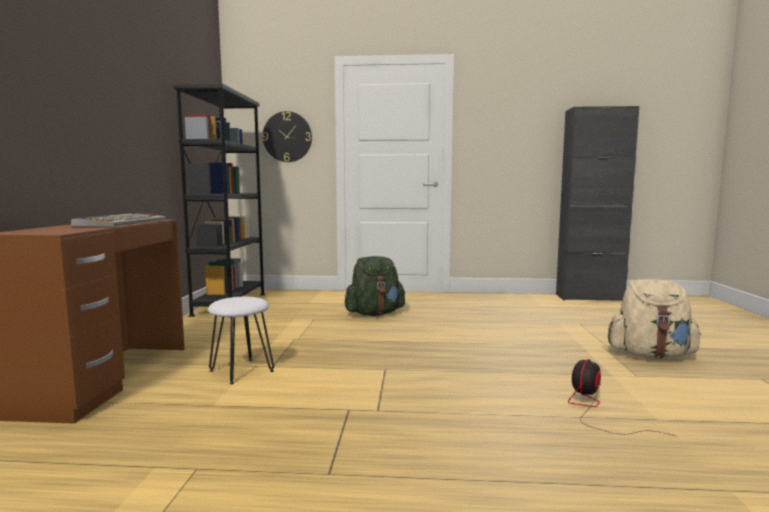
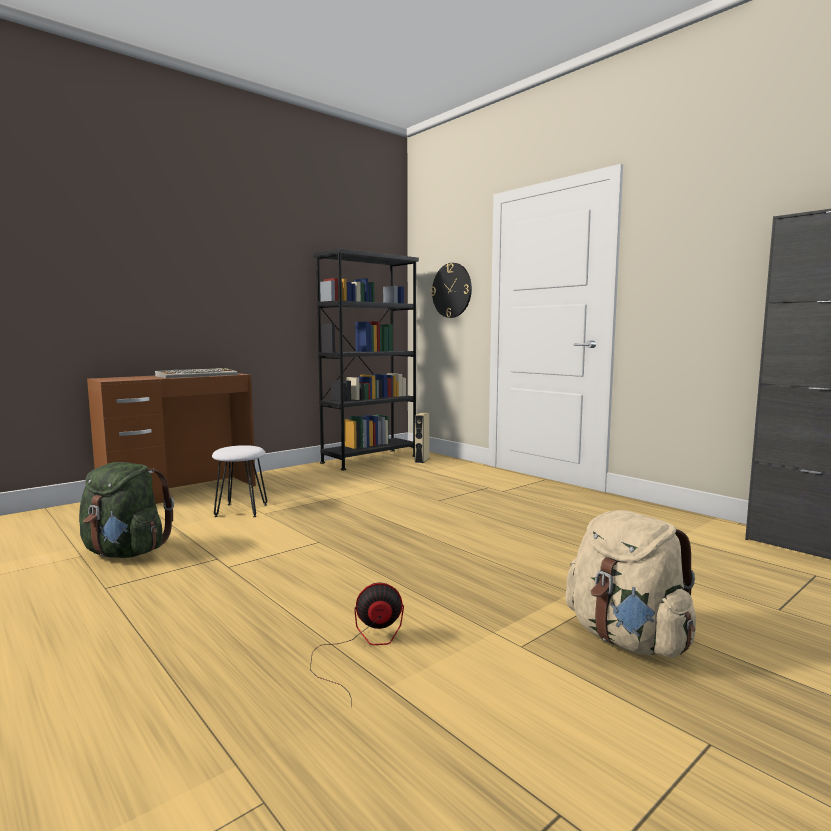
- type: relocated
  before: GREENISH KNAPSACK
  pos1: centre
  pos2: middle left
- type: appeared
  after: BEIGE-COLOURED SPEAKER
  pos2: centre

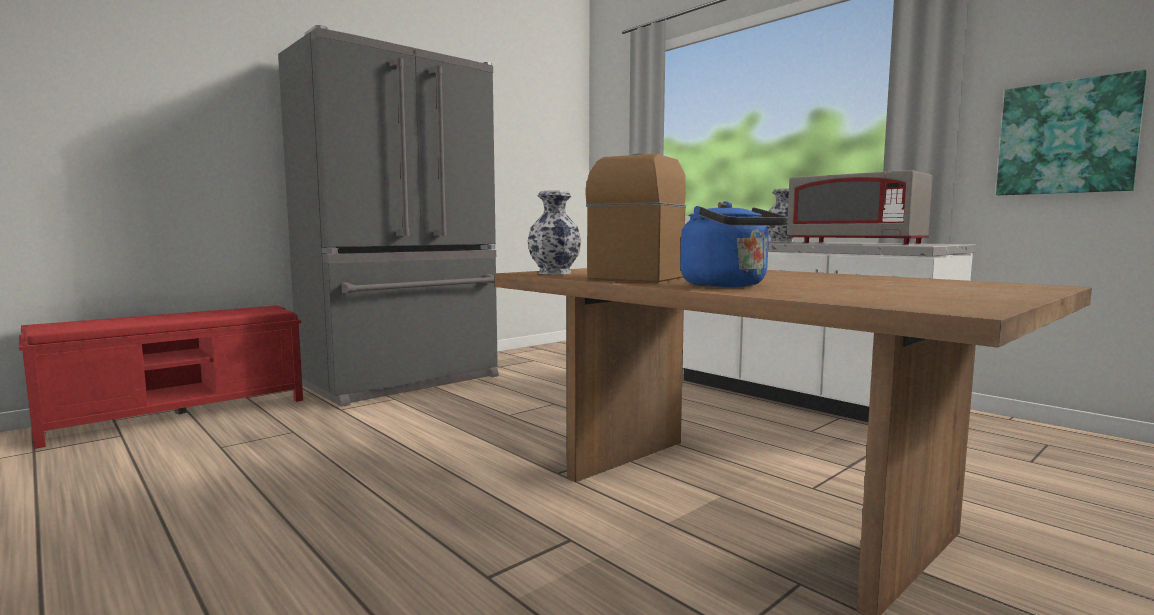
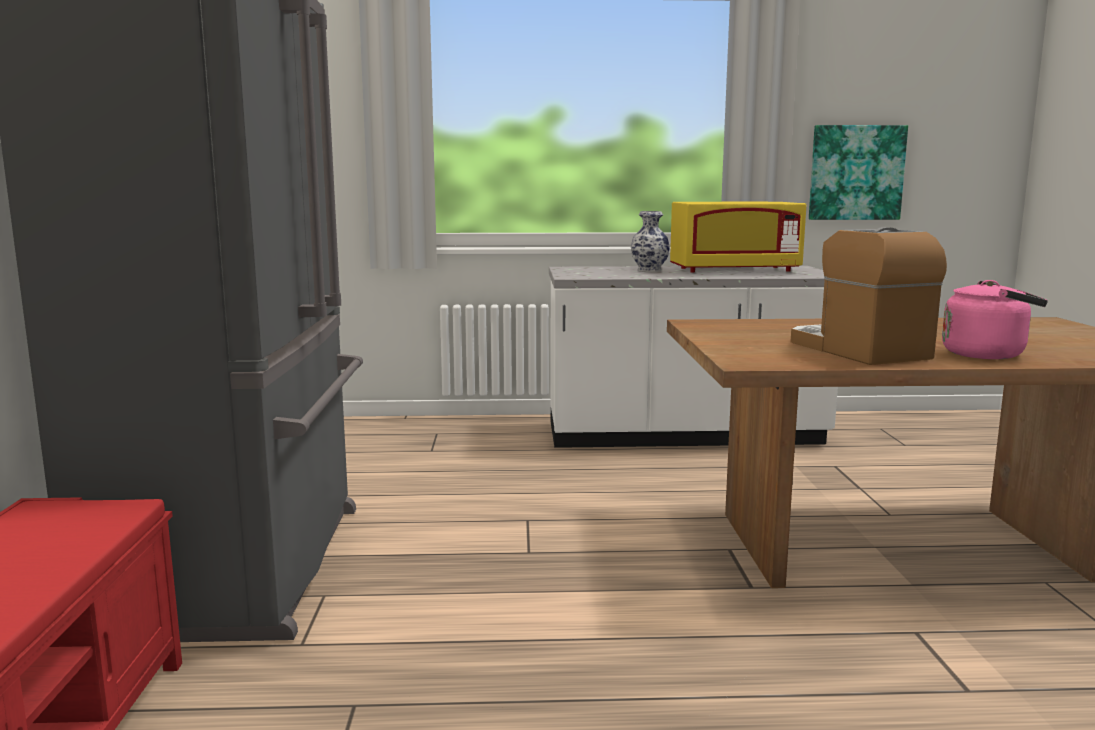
- type: colour
  before: GREY MICROWAVE
  after: YELLOW-COLOURED MICROWAVE
  pos1: middle right
  pos2: top right
- type: missing
  before: FLOWER VASE (no. 1 from left)
  pos1: centre
- type: colour
  before: BLUE-COLOURED TEA KETTLE
  after: PINK-COLOURED TEA KETTLE
  pos1: centre
  pos2: middle right

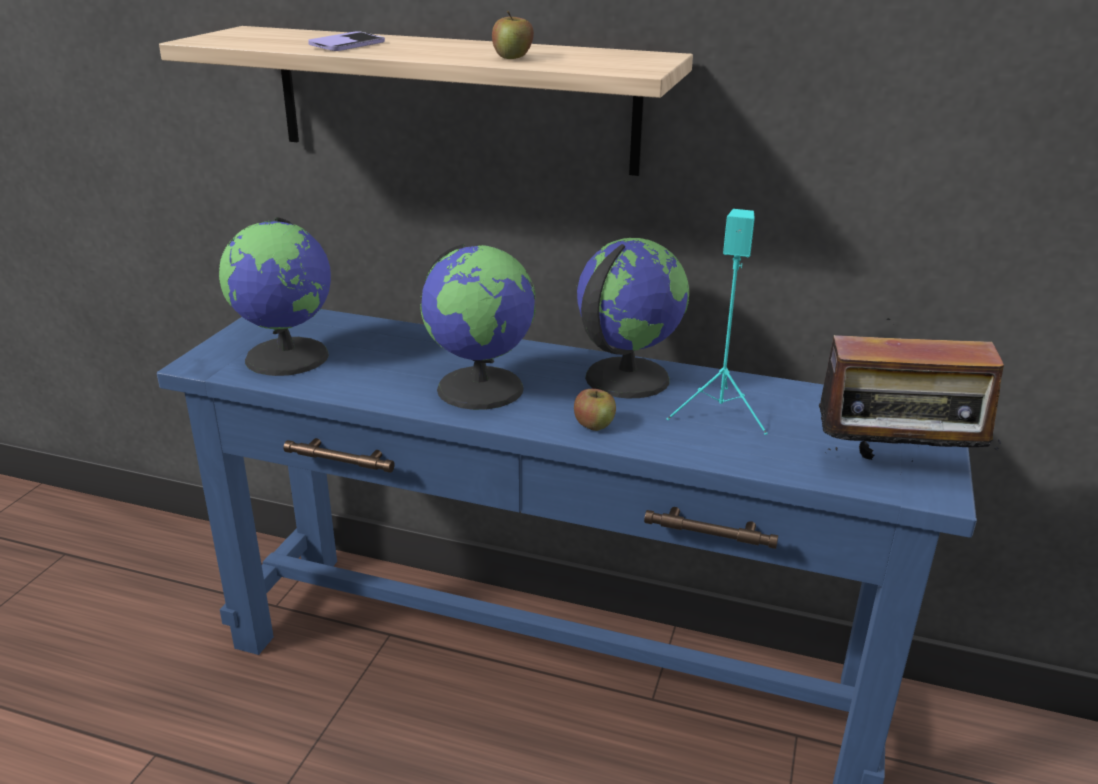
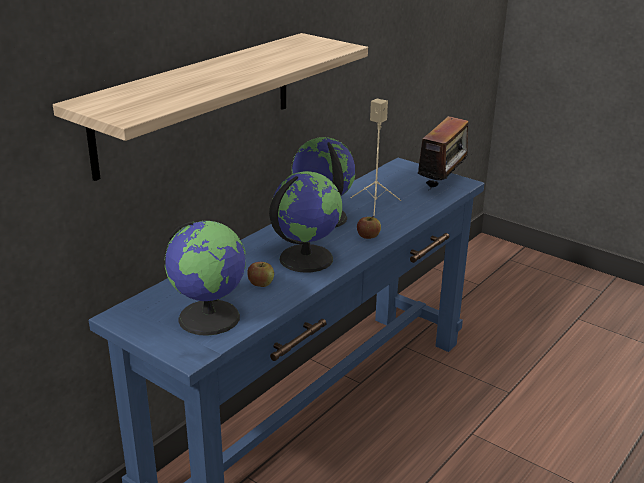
- type: relocated
  before: APPLE (no. 1 from left)
  pos1: top centre
  pos2: centre
- type: missing
  before: PHONE
  pos1: top left
- type: colour
  before: BLUE-GREEN SPEAKER
  after: BEIGE-COLOURED SPEAKER
  pos1: centre
  pos2: top centre

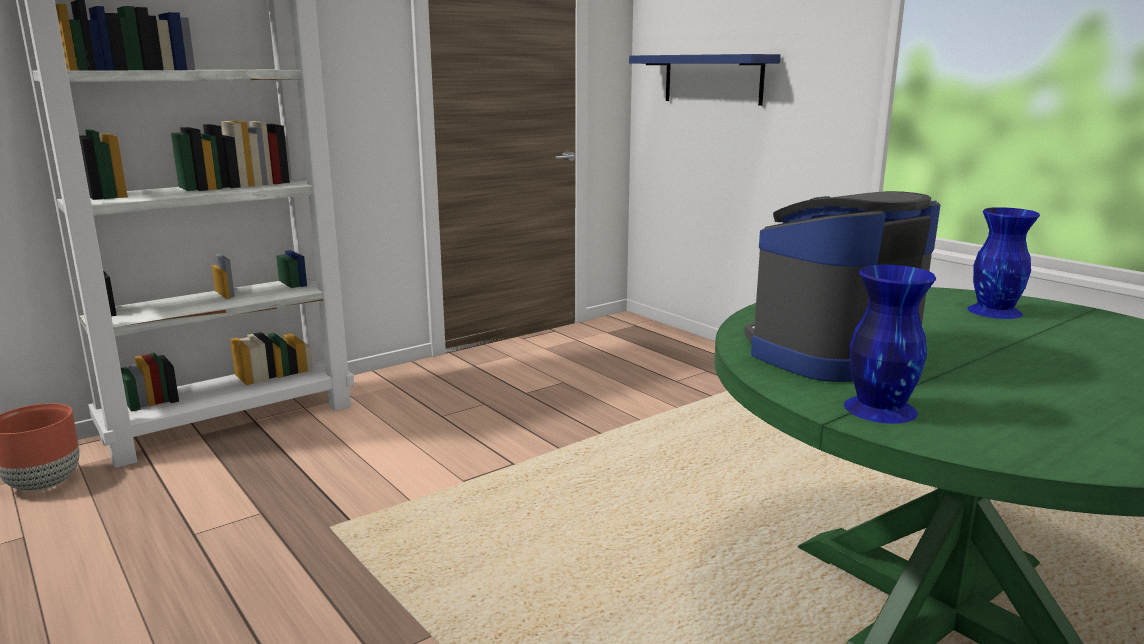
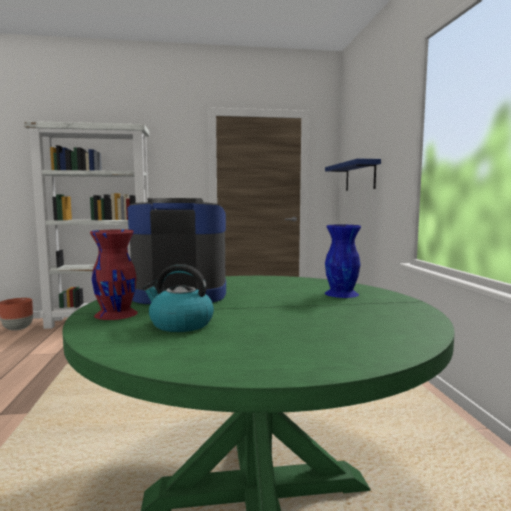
- type: colour
  before: BLUE-COLOURED FLOWER VASE (no. 1 from left)
  after: RED FLOWER VASE
  pos1: middle right
  pos2: middle left
- type: appeared
  after: TEA KETTLE
  pos2: centre

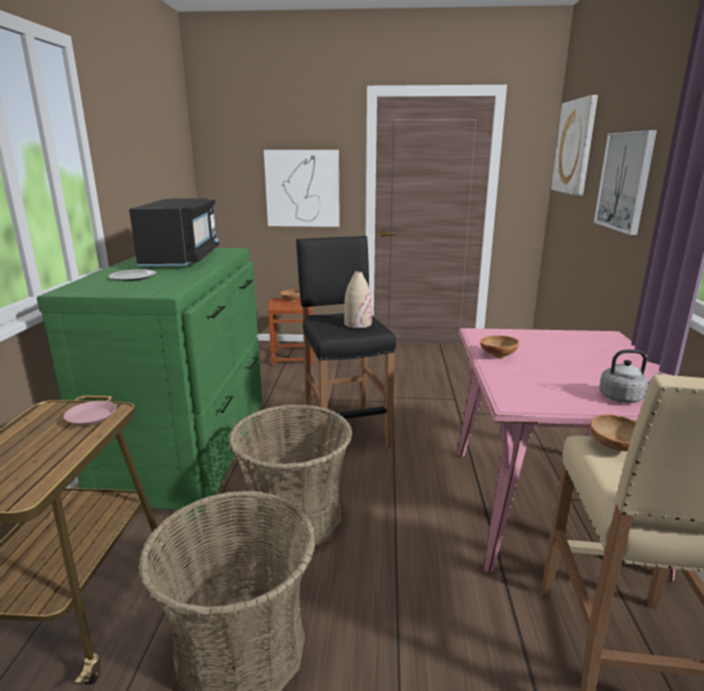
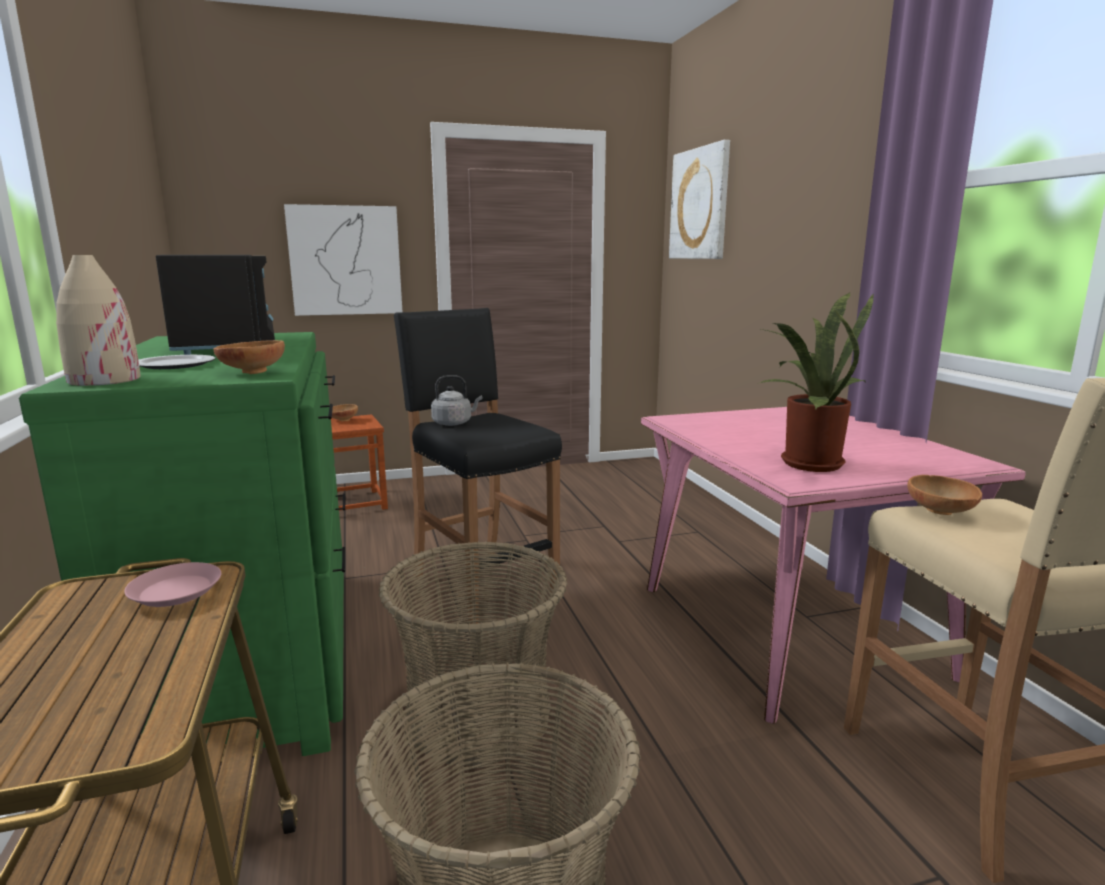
- type: missing
  before: WALL PICTURE (no. 3 from left)
  pos1: top right
- type: relocated
  before: BEIGE-COLOURED FLOWER VASE
  pos1: centre
  pos2: middle left
- type: relocated
  before: BROWN-COLOURED SERVING BOWL (no. 2 from left in the first image)
  after: BROWN-COLOURED SERVING BOWL (no. 1 from left)
  pos1: middle right
  pos2: middle left
- type: relocated
  before: GREY TEA KETTLE
  pos1: middle right
  pos2: centre
- type: appeared
  after: POTTED PLANT
  pos2: middle right

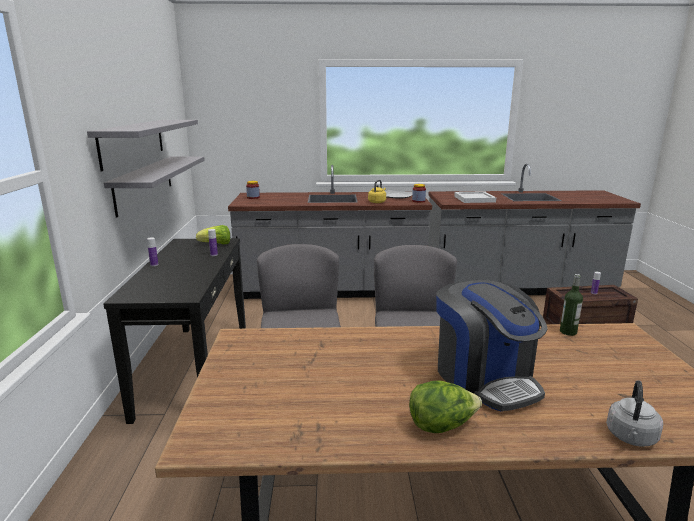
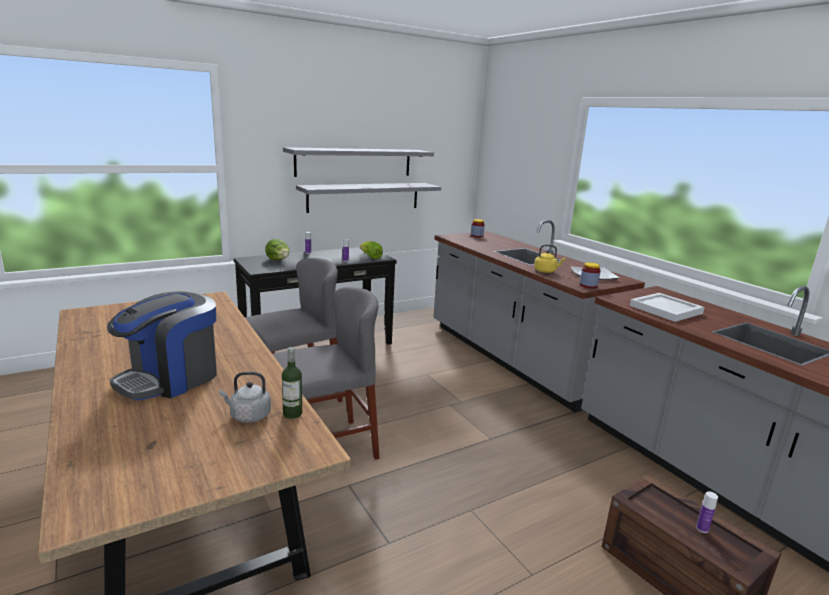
- type: relocated
  before: GREY TEA KETTLE
  pos1: bottom right
  pos2: bottom left
- type: relocated
  before: LETTUCE HEAD (no. 2 from left in the first image)
  after: LETTUCE HEAD (no. 1 from left)
  pos1: bottom centre
  pos2: centre

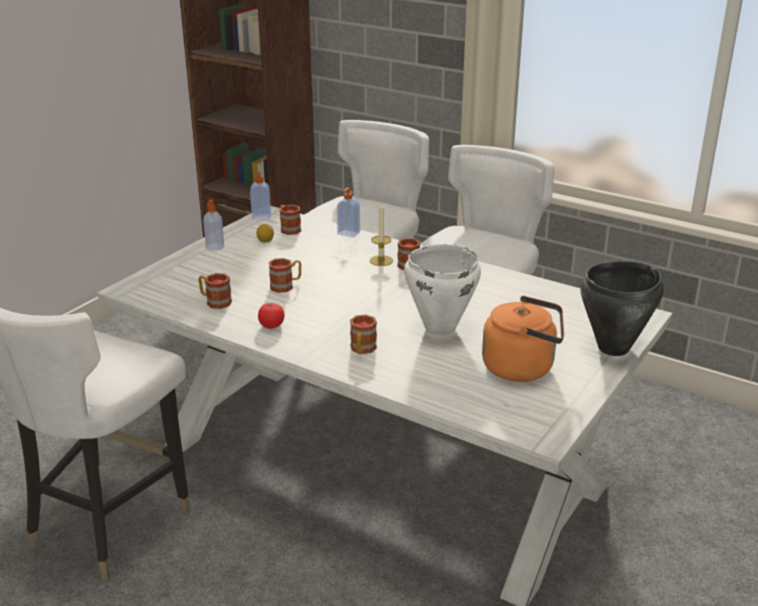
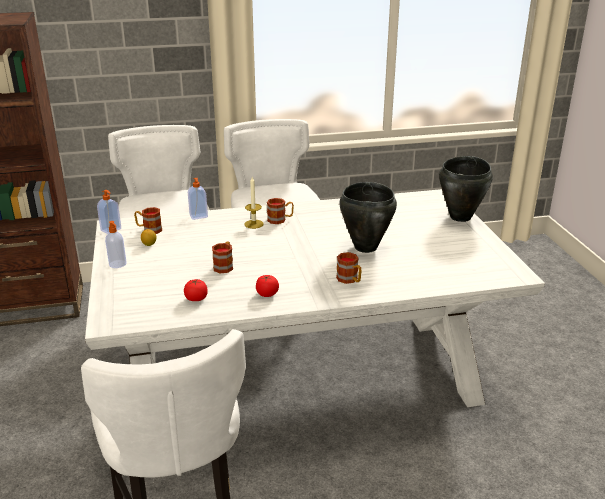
- type: colour
  before: WHITE COOKING POT
  after: BLACK-COLOURED COOKING POT (no. 1 from left)
  pos1: centre
  pos2: centre
- type: exchanged
  before: MUG (no. 1 from left)
  after: TOMATO (no. 1 from left)
  pos1: middle left
  pos2: middle left
- type: missing
  before: ORANGE TEA KETTLE
  pos1: middle right

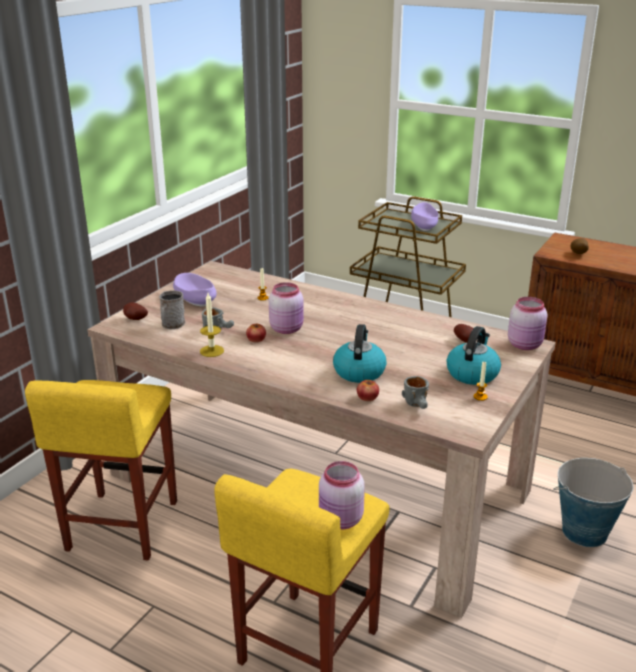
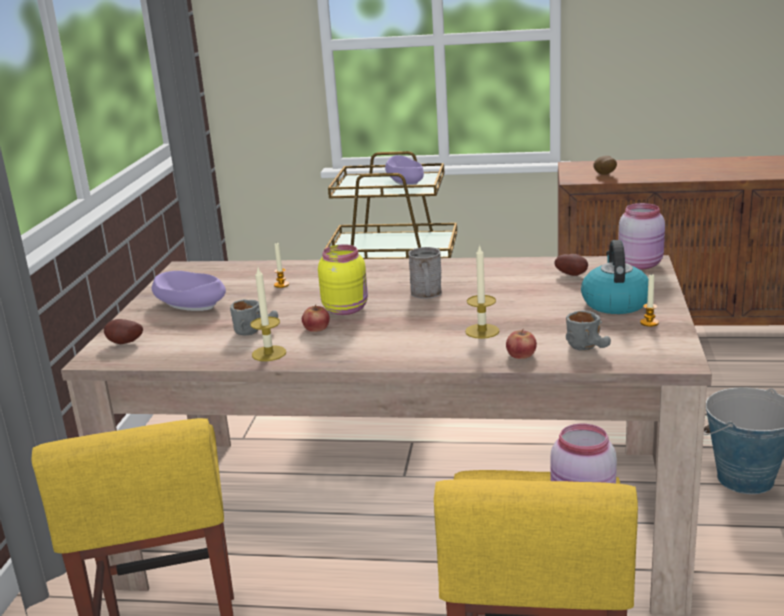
- type: colour
  before: PINK-COLOURED JAR (no. 1 from left)
  after: YELLOW-COLOURED JAR
  pos1: centre
  pos2: centre
- type: relocated
  before: GREY MUG (no. 1 from left in the first image)
  after: GREY MUG (no. 2 from left)
  pos1: middle left
  pos2: centre
- type: exchanged
  before: TEA KETTLE (no. 1 from left)
  after: WAX LIGHT (no. 3 from left)
  pos1: centre
  pos2: centre

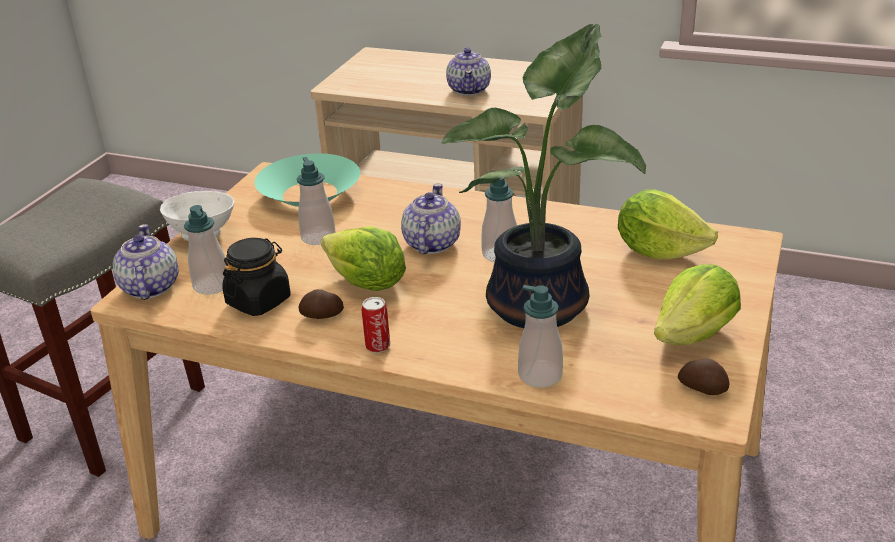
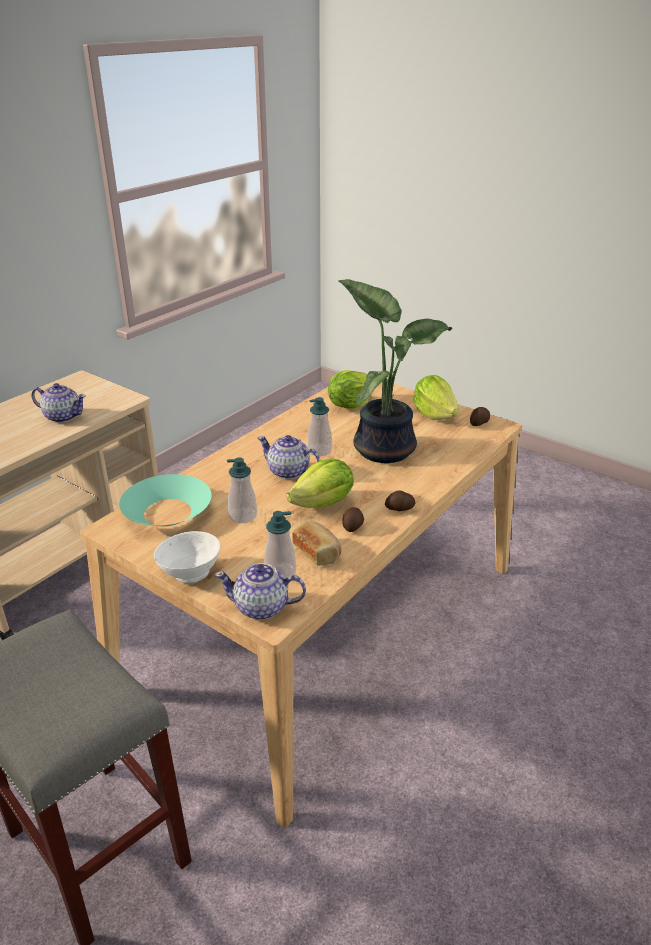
- type: exchanged
  before: BLACK-COLOURED JAR
  after: BREAD
  pos1: middle left
  pos2: centre
- type: missing
  before: SOAP BOTTLE (no. 4 from left)
  pos1: centre
- type: exchanged
  before: METAL CAN
  after: WHOLE POTATO (no. 2 from left)
  pos1: centre
  pos2: centre

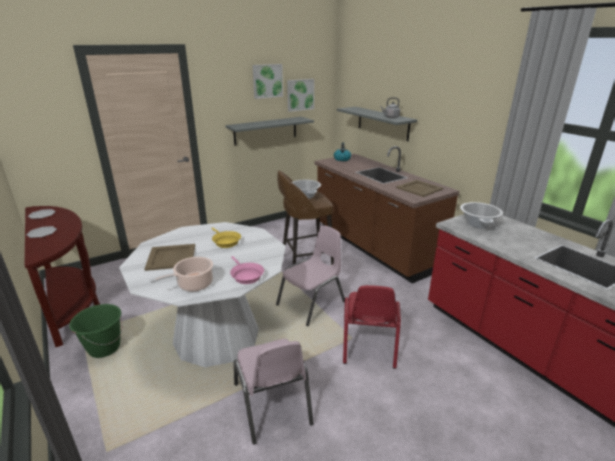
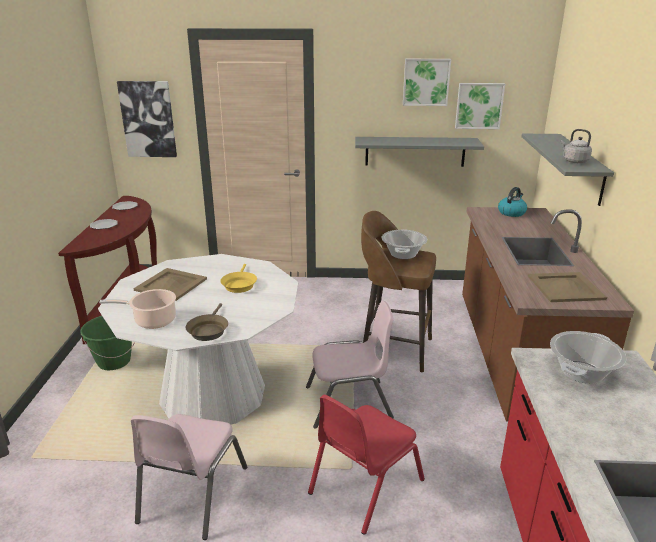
- type: colour
  before: PINK-COLOURED PAN
  after: BROWN-COLOURED PAN
  pos1: centre
  pos2: middle left
- type: appeared
  after: WALL PICTURE (no. 1 from left)
  pos2: top left

